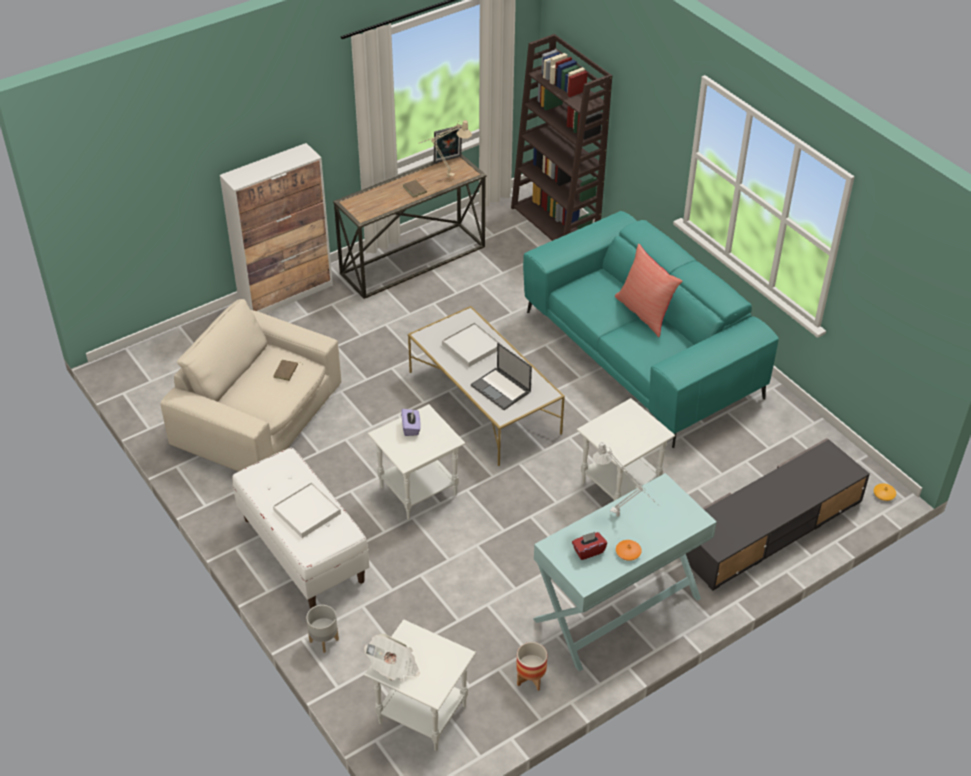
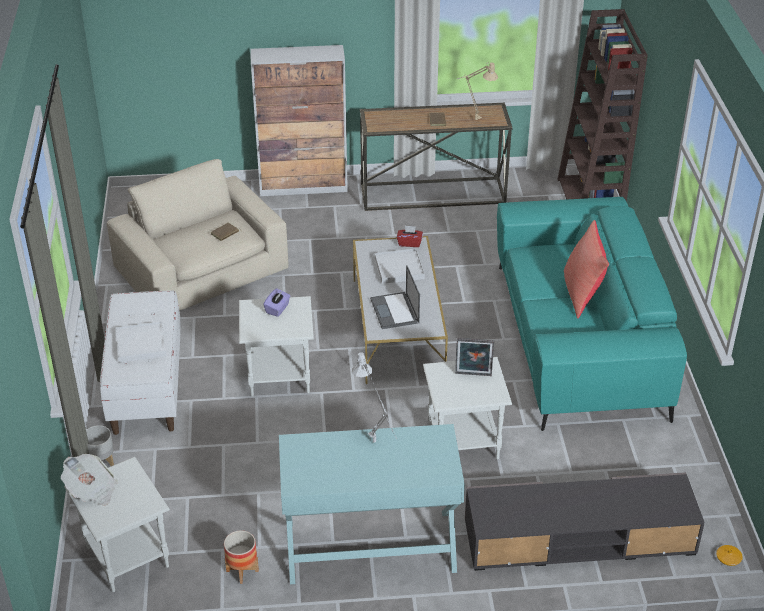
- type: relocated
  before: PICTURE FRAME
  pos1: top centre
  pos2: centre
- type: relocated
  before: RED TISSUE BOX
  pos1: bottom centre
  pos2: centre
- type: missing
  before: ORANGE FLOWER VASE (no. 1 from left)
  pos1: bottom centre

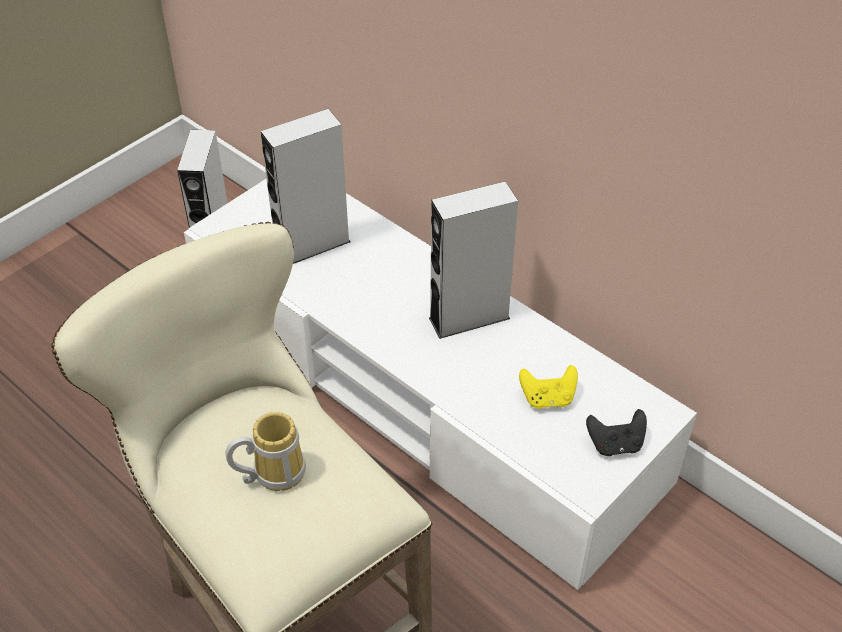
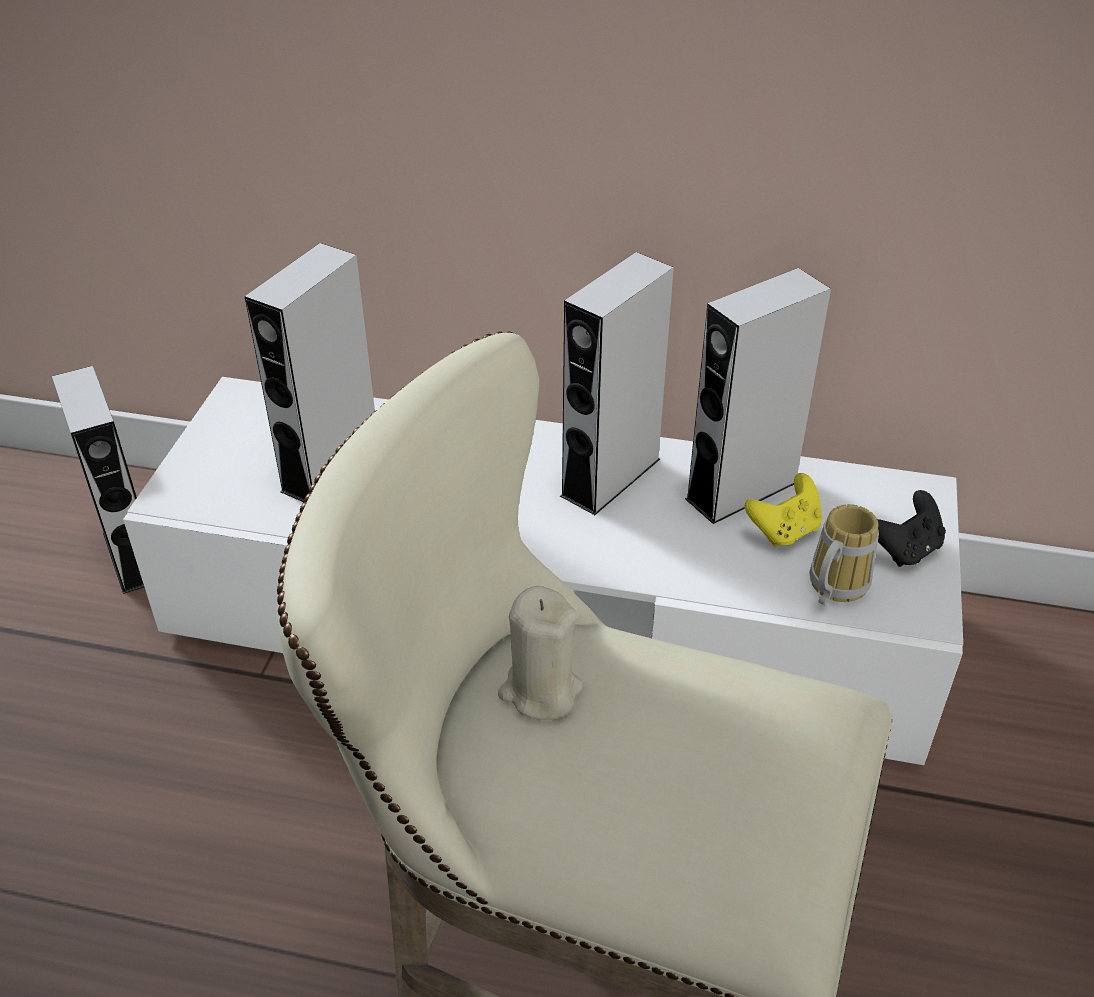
- type: relocated
  before: MUG
  pos1: bottom left
  pos2: middle right
- type: appeared
  after: GREY SPEAKER (no. 4 from left)
  pos2: middle right
- type: appeared
  after: BEIGE-COLOURED WAX LIGHT
  pos2: centre

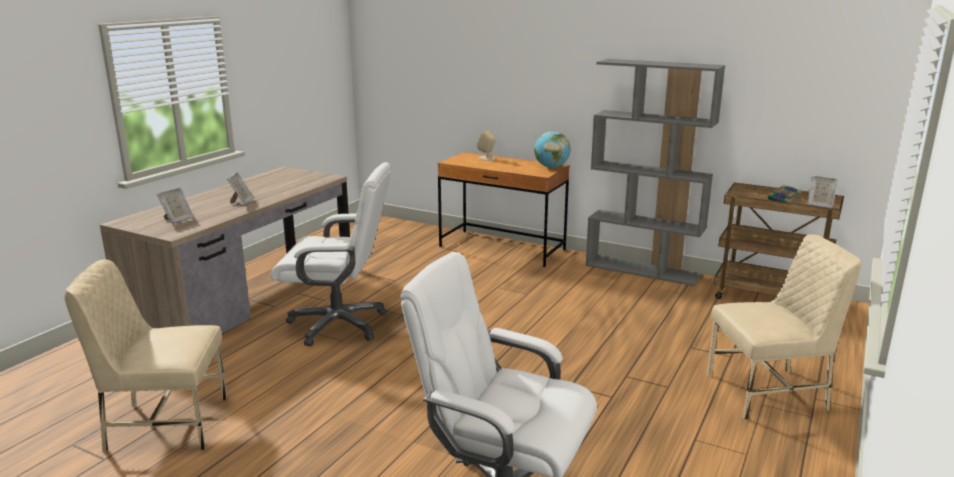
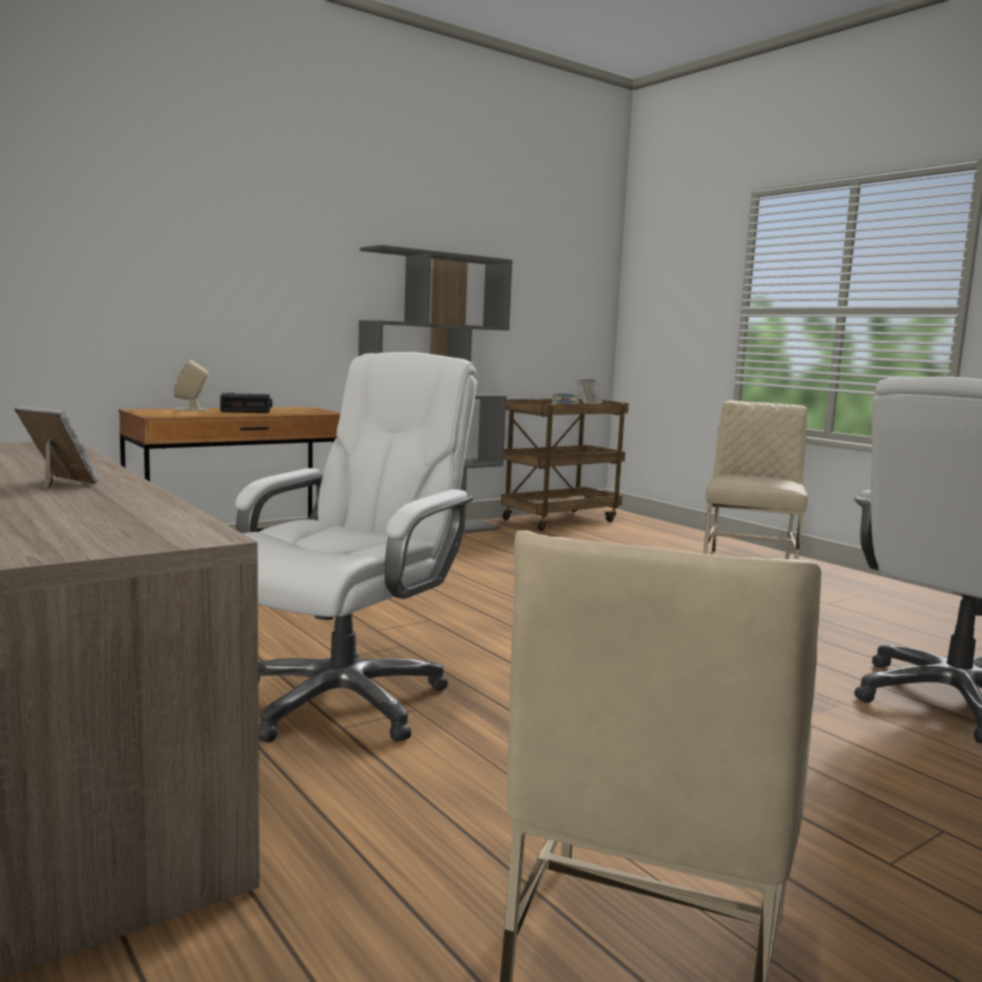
- type: missing
  before: DESK GLOBE
  pos1: top centre
- type: missing
  before: PICTURE FRAME (no. 1 from left)
  pos1: middle left
- type: appeared
  after: TABLE CLOCK
  pos2: middle left

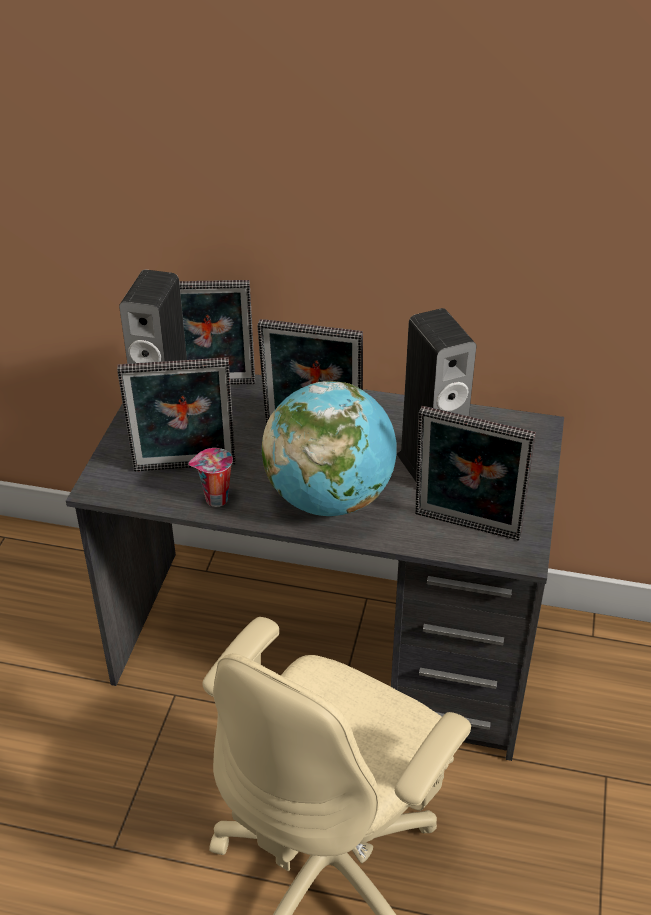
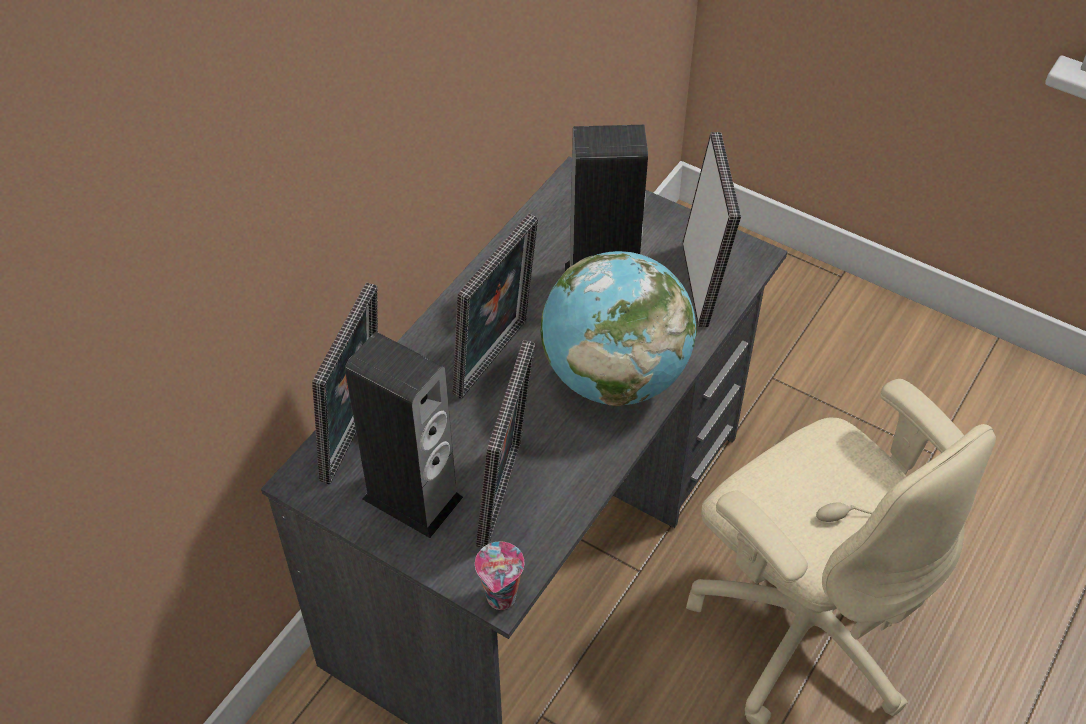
- type: spun
  before: PICTURE FRAME (no. 4 from left)
  pos1: middle right
  pos2: top centre
  turn: -45
- type: relocated
  before: SMALL CUP
  pos1: middle left
  pos2: bottom centre

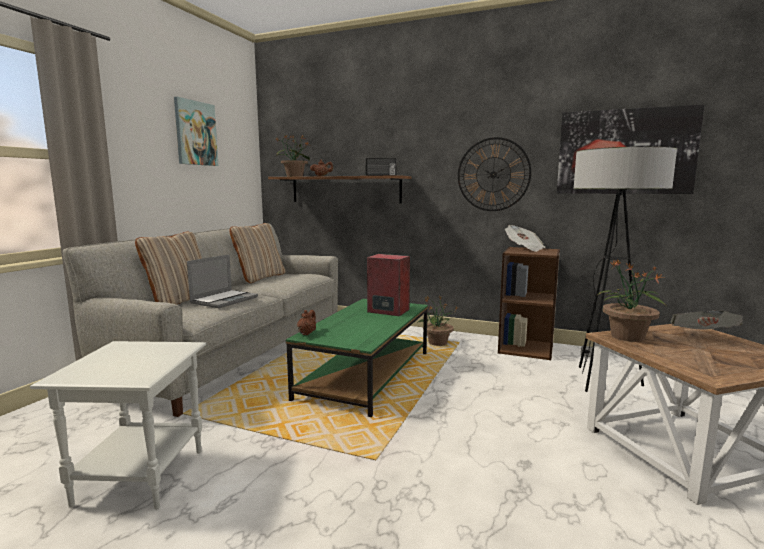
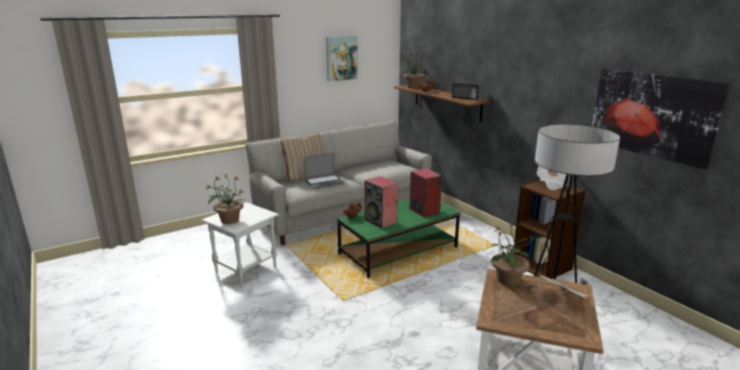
- type: missing
  before: CLOCK ON THE WALL
  pos1: top centre
- type: missing
  before: BEIGE-COLOURED CUSHION (no. 2 from left)
  pos1: centre
- type: relocated
  before: POTTED PLANT (no. 2 from left in the first image)
  after: POTTED PLANT (no. 1 from left)
  pos1: centre
  pos2: middle left
- type: appeared
  after: SPEAKER (no. 1 from left)
  pos2: centre

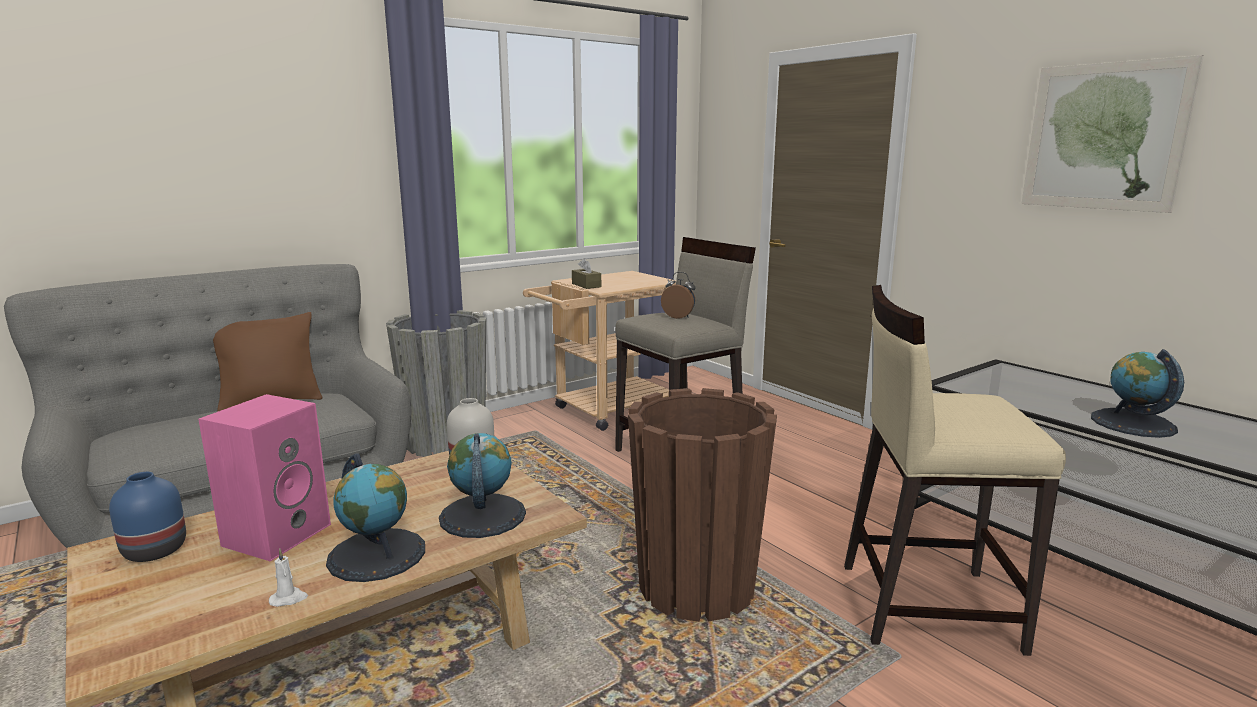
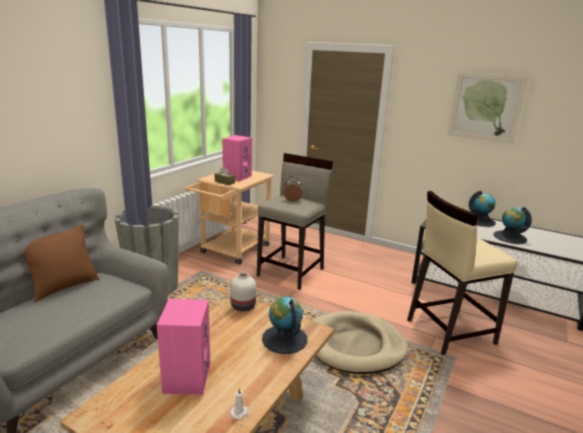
- type: exchanged
  before: BROWN-COLOURED PLANT POT
  after: BEIGE-COLOURED DOG BED
  pos1: bottom centre
  pos2: bottom centre
- type: relocated
  before: DESK GLOBE (no. 1 from left in the first image)
  after: DESK GLOBE (no. 2 from left)
  pos1: bottom left
  pos2: middle right
- type: missing
  before: BLUE-COLOURED FLOWER VASE
  pos1: bottom left
- type: appeared
  after: PINK-COLOURED SPEAKER (no. 2 from left)
  pos2: centre

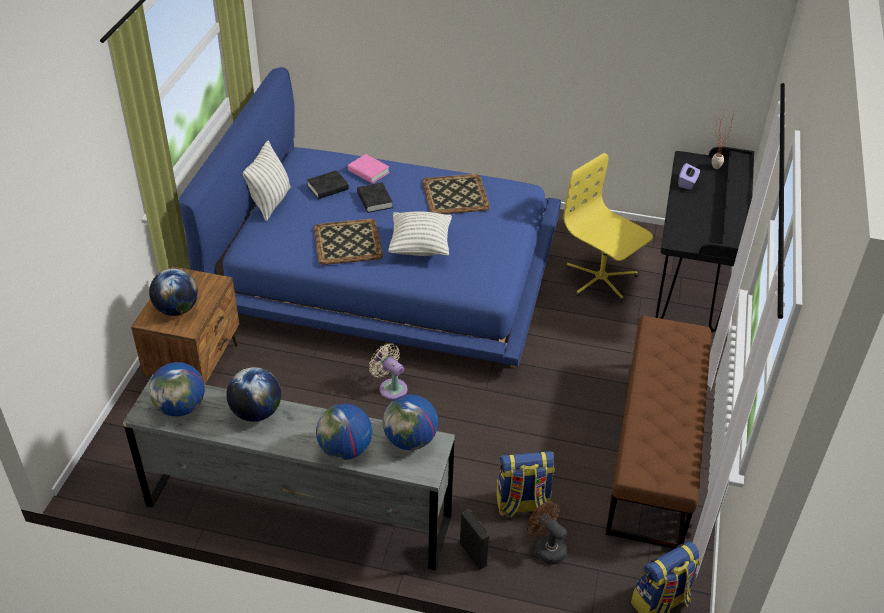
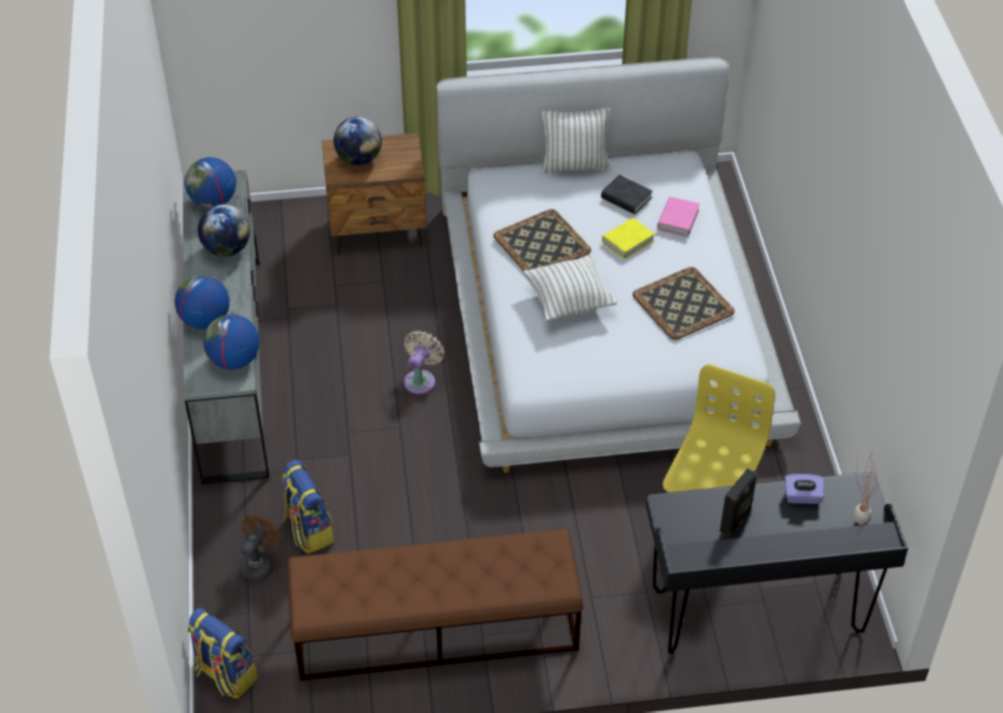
- type: colour
  before: BLUE-COLOURED SLEEPING BED
  after: WHITE SLEEPING BED
  pos1: centre
  pos2: centre
- type: colour
  before: BLACK-COLOURED BOOK (no. 2 from left)
  after: YELLOW-COLOURED BOOK
  pos1: top centre
  pos2: centre
- type: relocated
  before: BLACK-COLOURED SPEAKER
  pos1: bottom centre
  pos2: bottom right

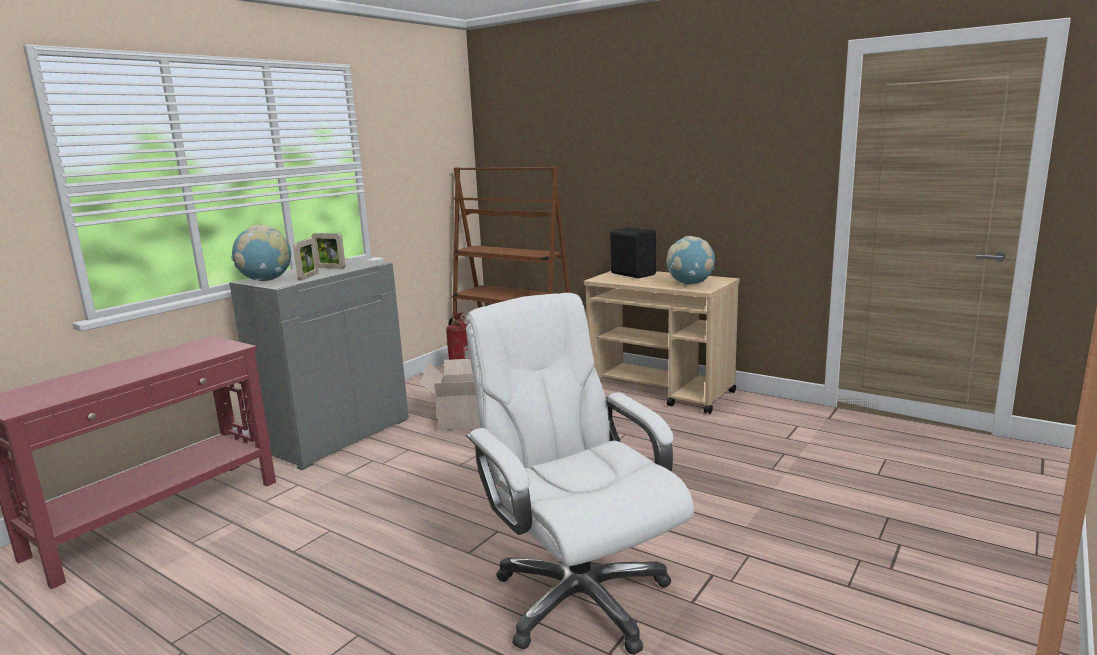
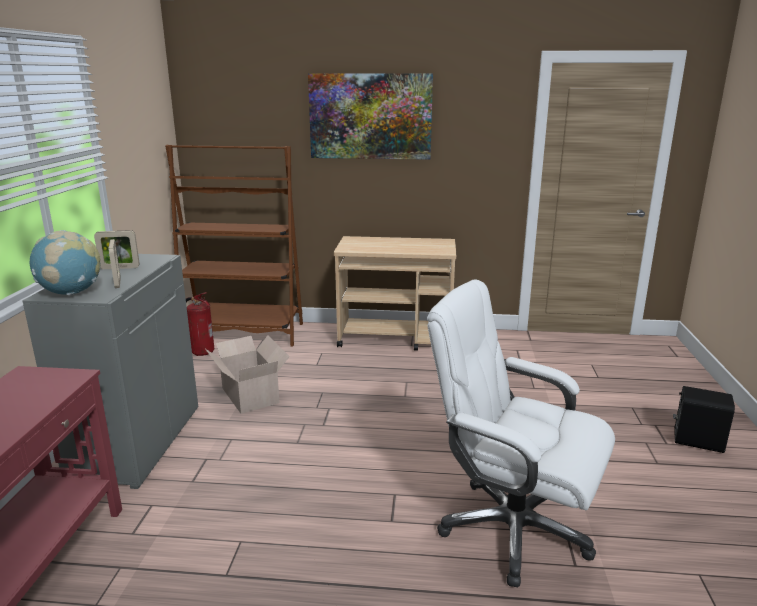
- type: relocated
  before: BLACK-COLOURED SPEAKER
  pos1: centre
  pos2: bottom right
- type: missing
  before: DESK GLOBE (no. 2 from left)
  pos1: centre
- type: appeared
  after: WALL PICTURE
  pos2: top centre

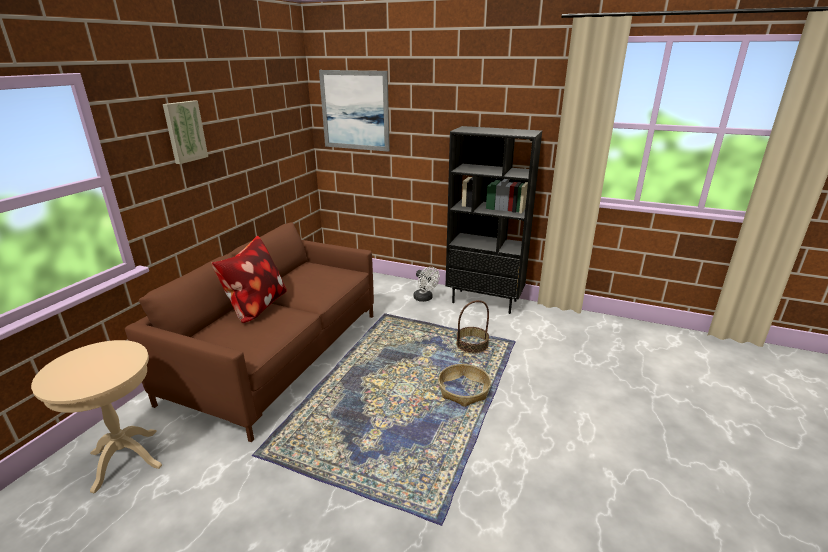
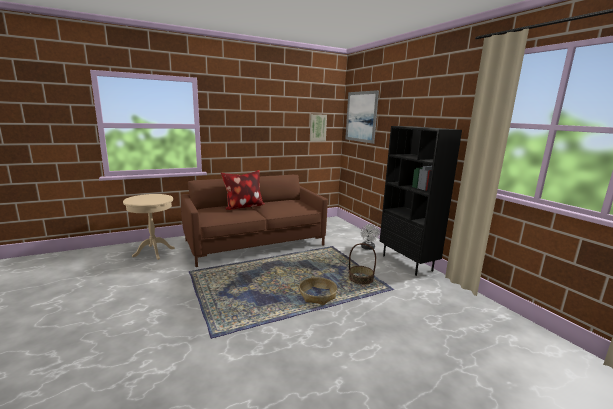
- type: relocated
  before: WALL PICTURE (no. 1 from left)
  pos1: top left
  pos2: top centre

